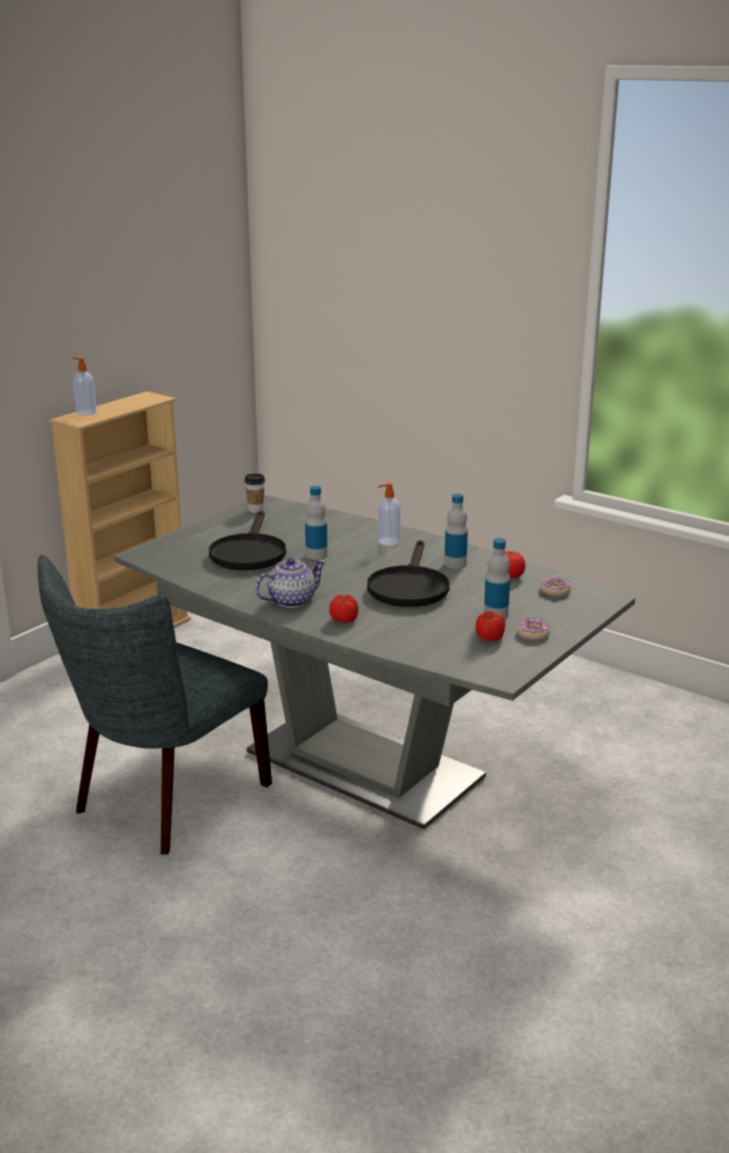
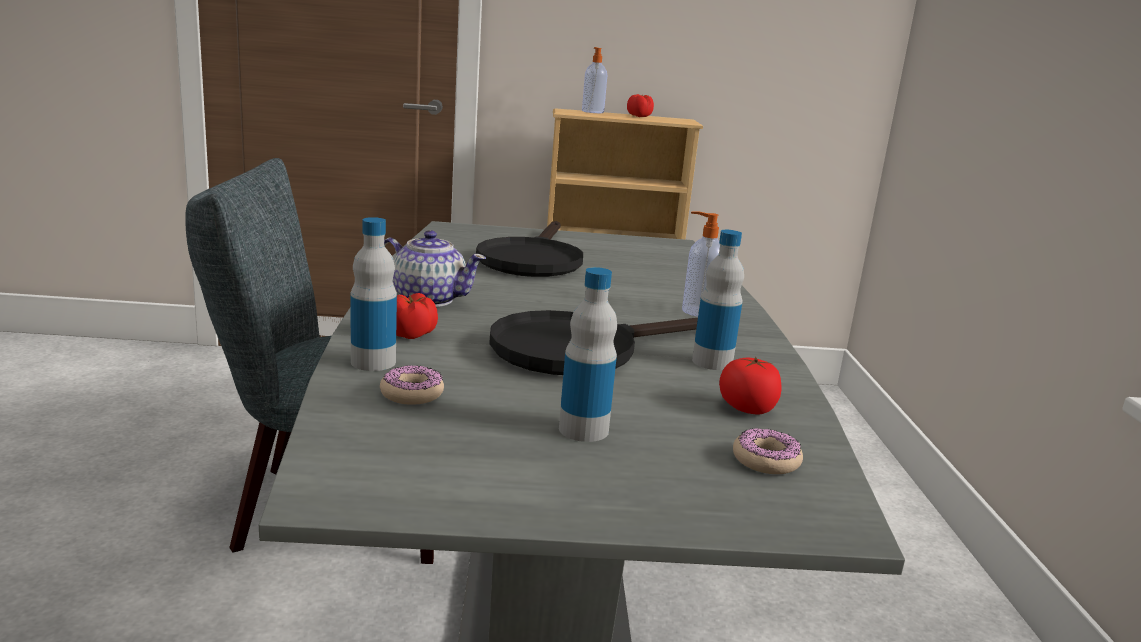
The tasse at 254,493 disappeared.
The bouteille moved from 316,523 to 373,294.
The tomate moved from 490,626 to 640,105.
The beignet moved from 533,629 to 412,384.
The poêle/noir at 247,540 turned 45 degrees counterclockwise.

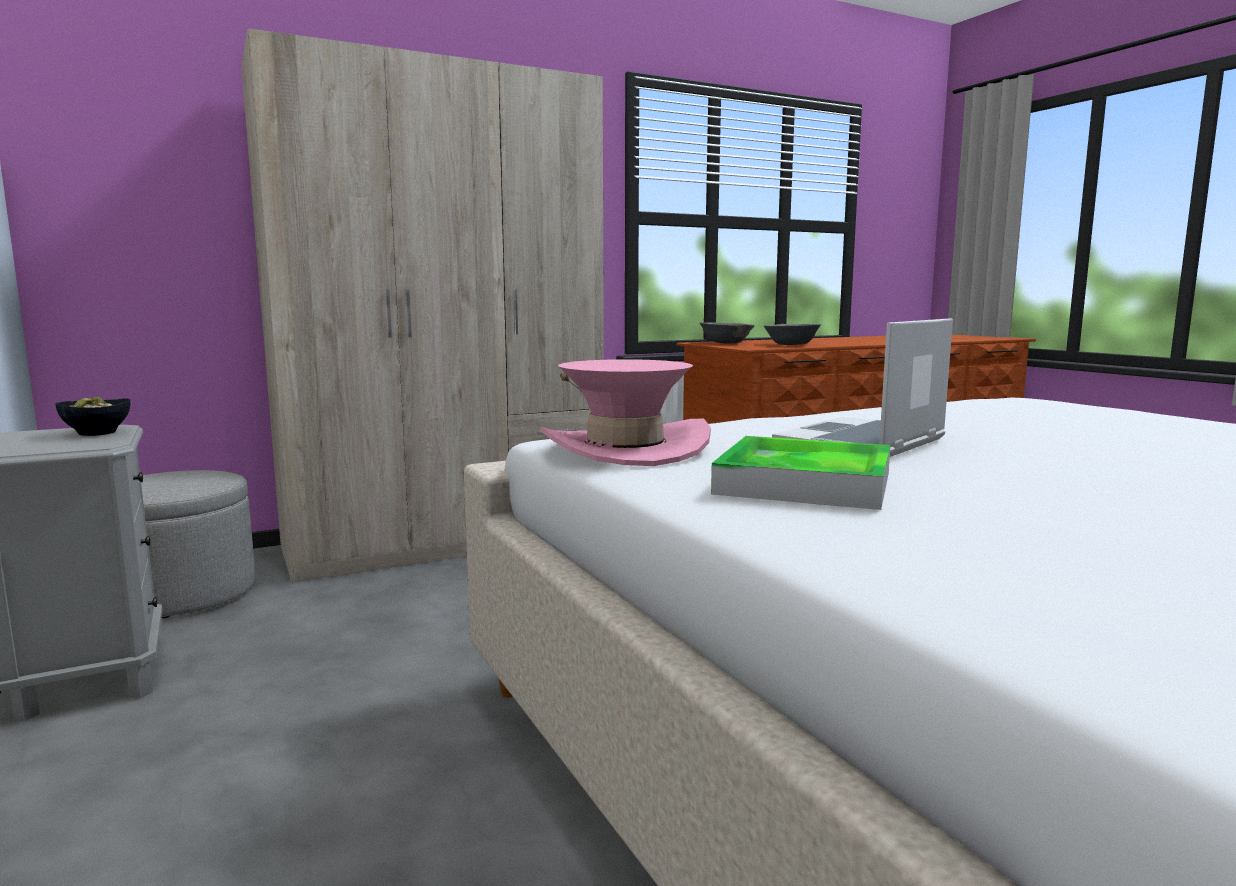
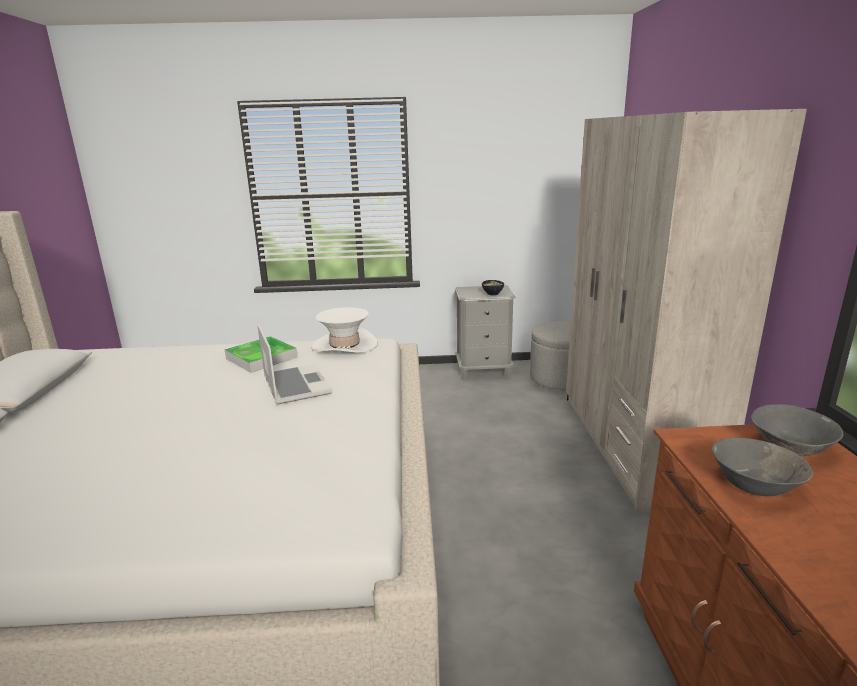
The chapeau/rose at 625,412 became the chapeau/blanc at 344,329.

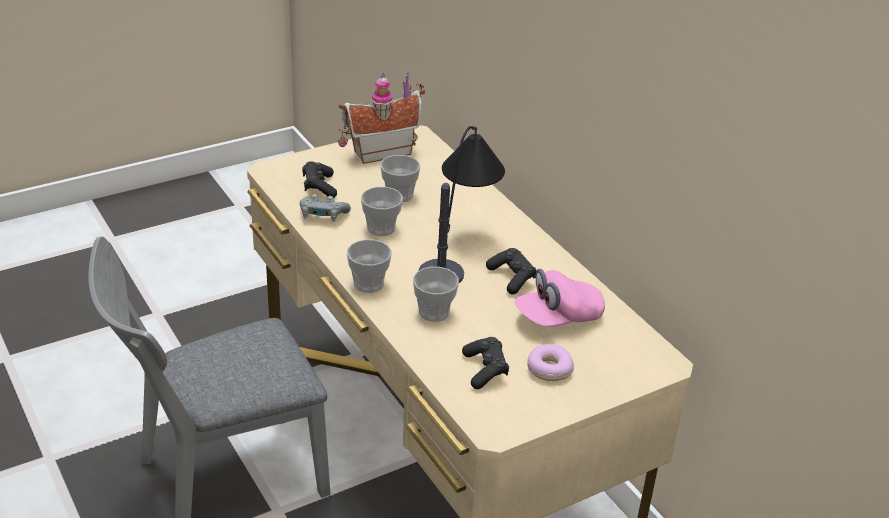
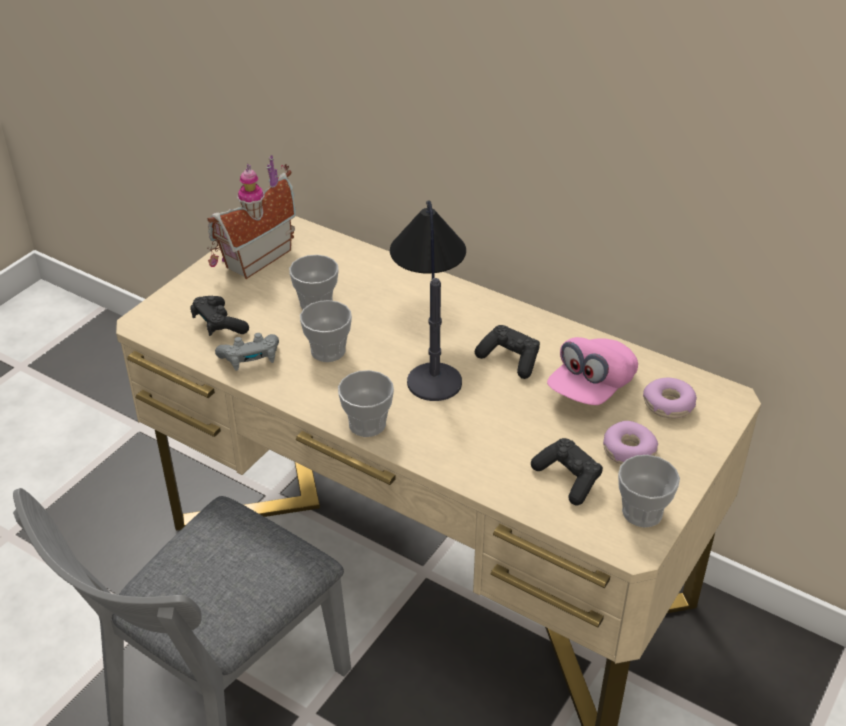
The beignet at 670,398 appeared.
The tasse moved from 436,294 to 649,491.

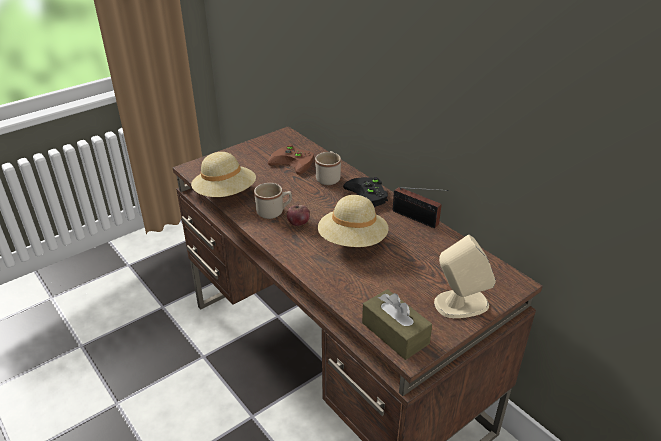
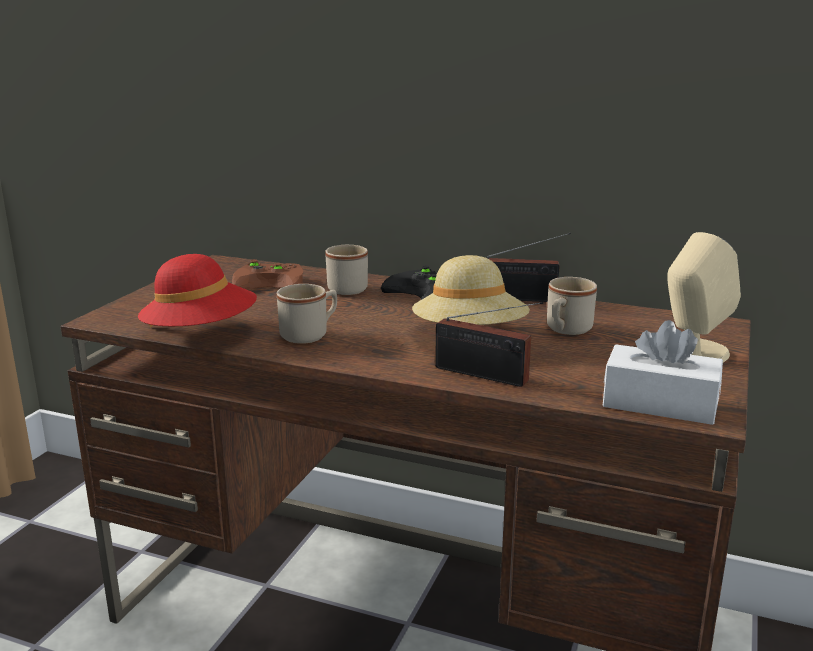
The pomme at 298,215 disappeared.
The radio at 489,344 appeared.
The mug/beige at 572,306 appeared.
The chapeau/beige at 223,174 became the chapeau/rouge at 197,290.
The boîte à mouchoirs/marron at 397,324 became the boîte à mouchoirs/blanc at 662,372.

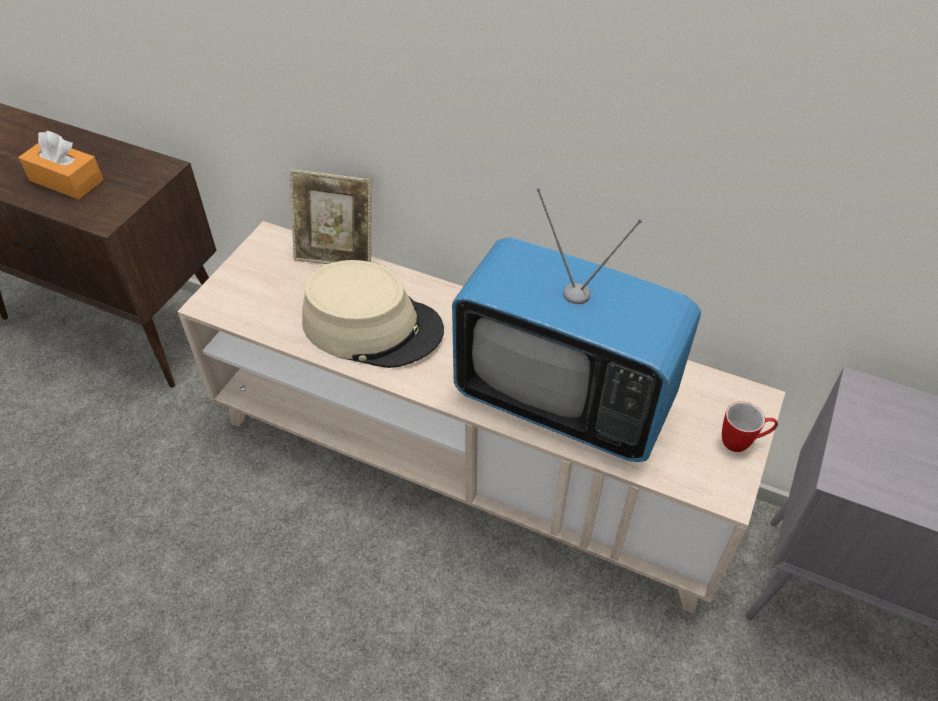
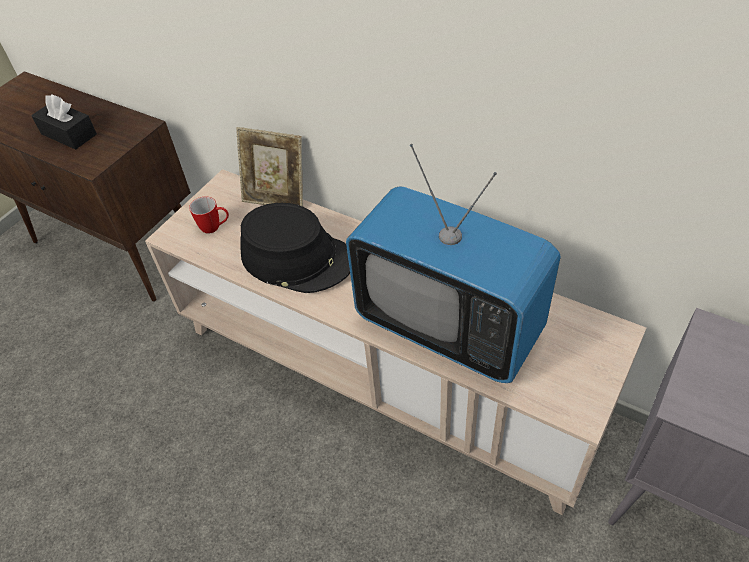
The mug moved from 750,426 to 209,215.
The boîte à mouchoirs/orange at 61,165 became the boîte à mouchoirs/noir at 64,121.
The chapeau/beige at 373,314 became the chapeau/noir at 295,248.

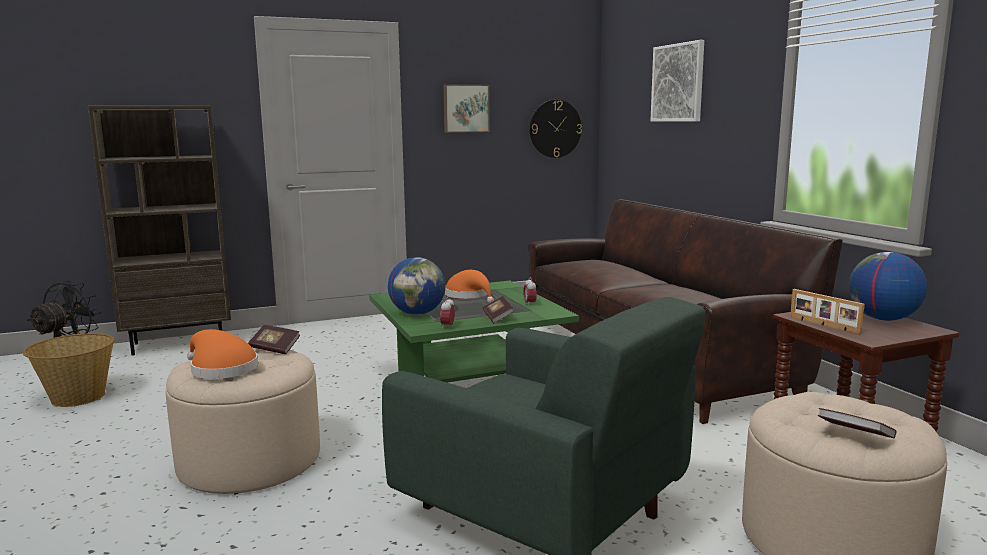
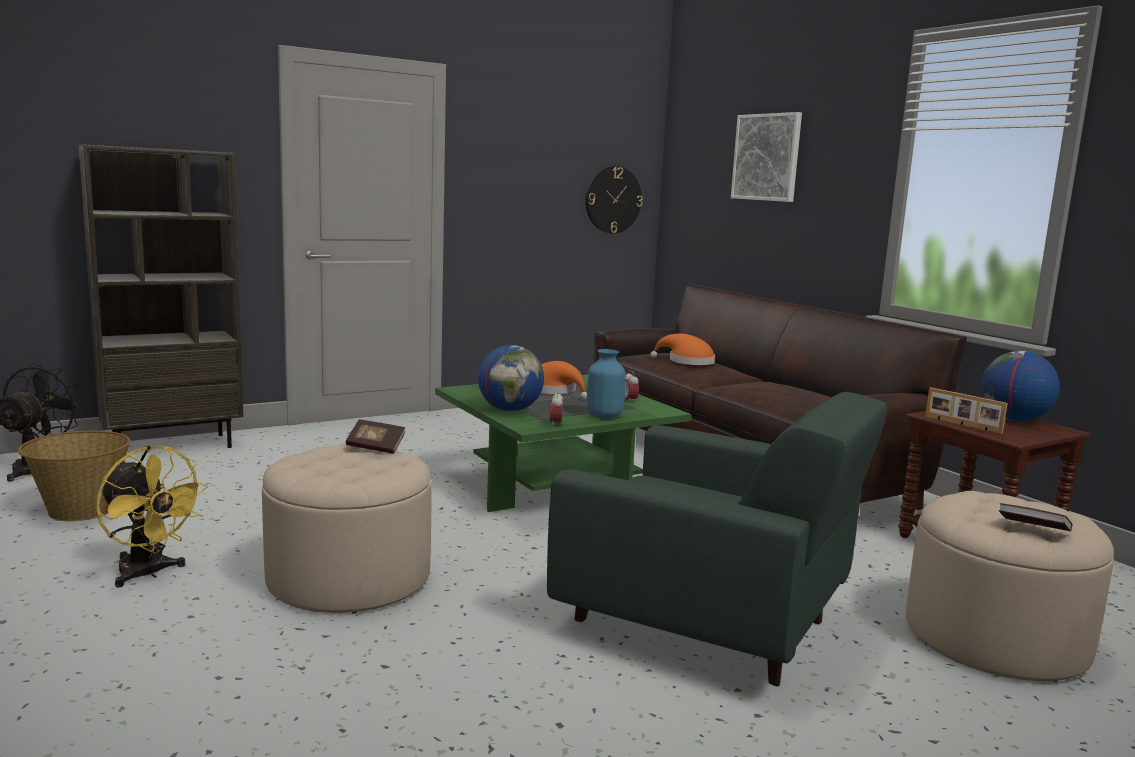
The tableau at 466,108 disappeared.
The ventilateur/jaune at 152,517 appeared.
The chapeau/orange moved from 222,354 to 683,349.
The livre at 498,309 was replaced by the vase/bleu at 606,383.

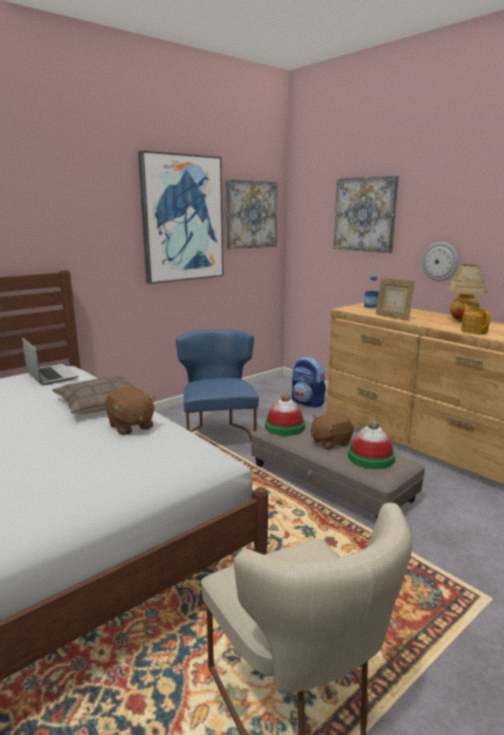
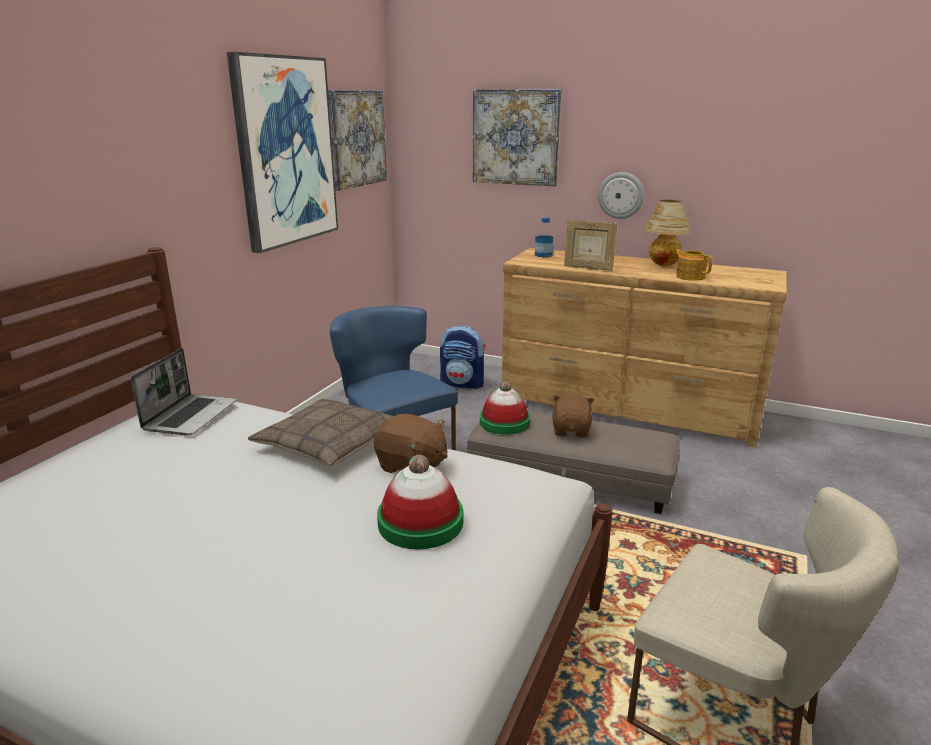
The chapeau moved from 371,444 to 420,502.
The ordinateur portable at 50,361 turned 75 degrees clockwise.
The peluche/marron at 332,431 turned 150 degrees clockwise.

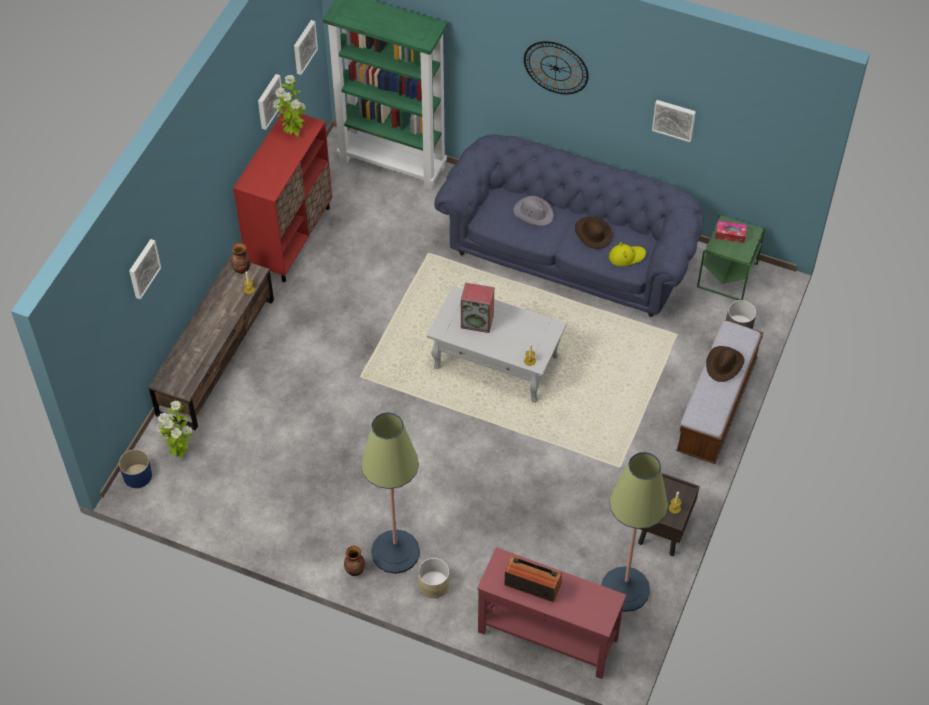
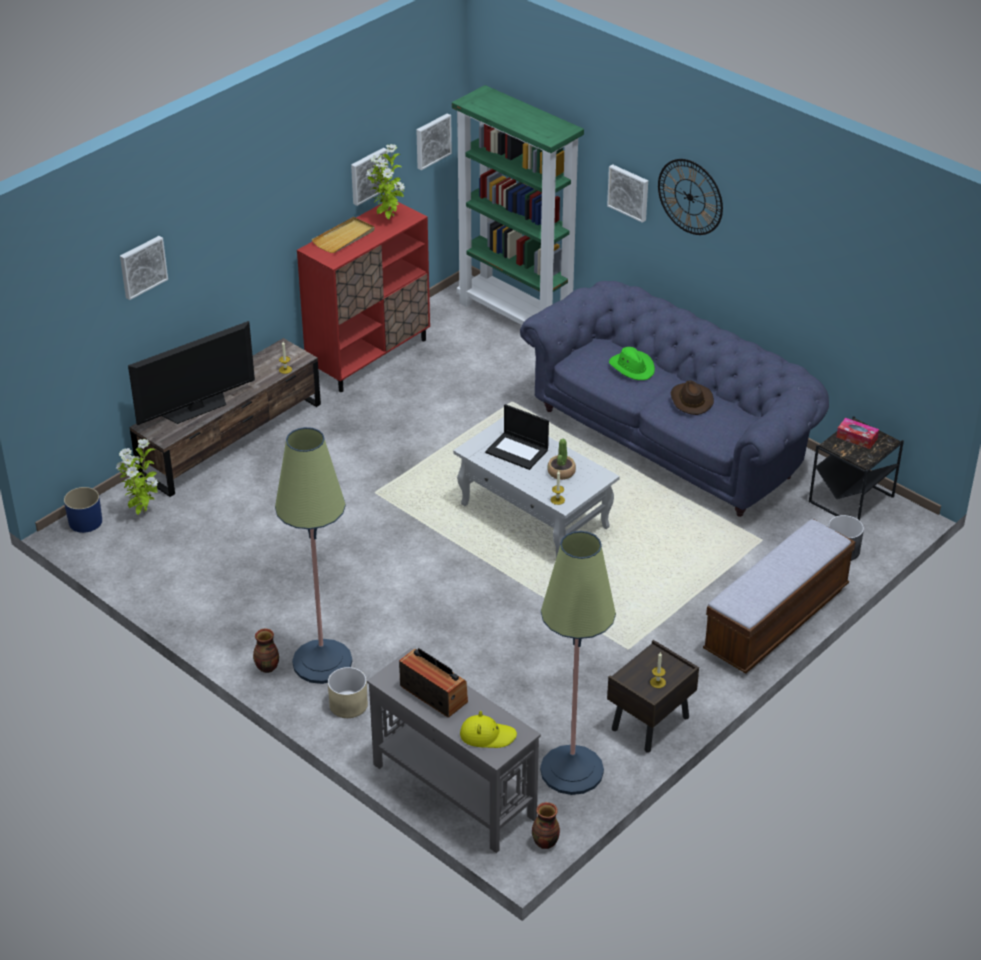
The chapeau/marron at 725,364 disappeared.
The téléviseur at 191,373 appeared.
The plateau/beige at 343,235 appeared.
The plante en pot at 561,459 appeared.
The vase moved from 240,258 to 546,825.
The chapeau/jaune moved from 627,254 to 488,729.
The tableau moved from 674,121 to 627,193.
The enceinte at 477,308 was replaced by the ordinateur portable at 517,437.
The table console/rouge at 551,613 became the table console/gris at 454,750.
The chapeau/gris at 533,211 became the chapeau/vert at 632,363.
The table d'appoint/vert at 731,256 became the table d'appoint/noir at 856,468.

